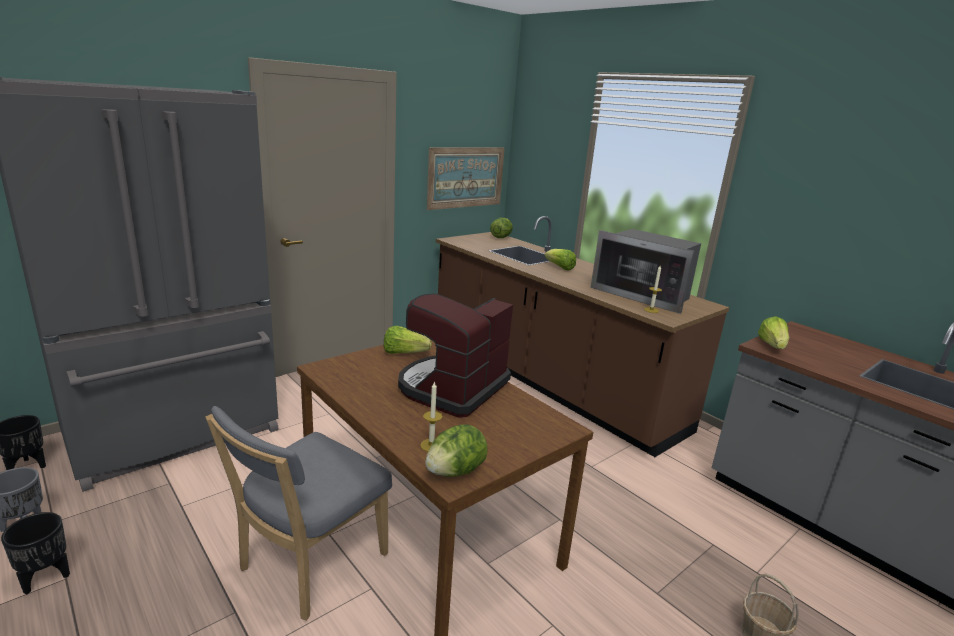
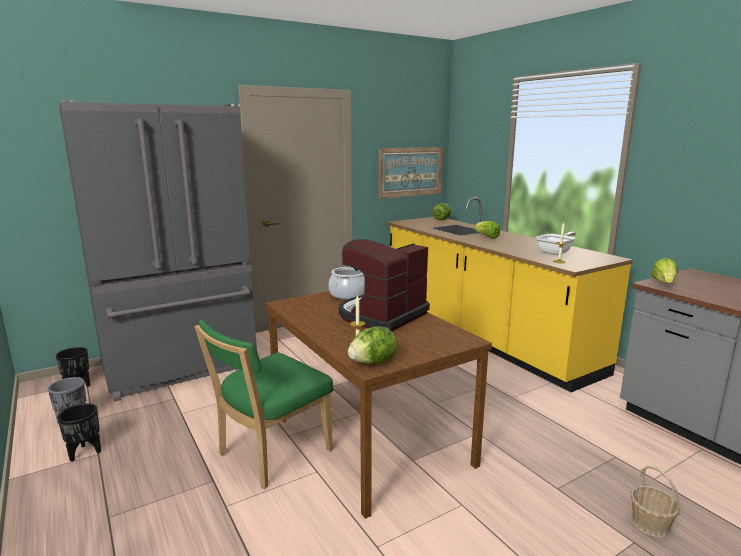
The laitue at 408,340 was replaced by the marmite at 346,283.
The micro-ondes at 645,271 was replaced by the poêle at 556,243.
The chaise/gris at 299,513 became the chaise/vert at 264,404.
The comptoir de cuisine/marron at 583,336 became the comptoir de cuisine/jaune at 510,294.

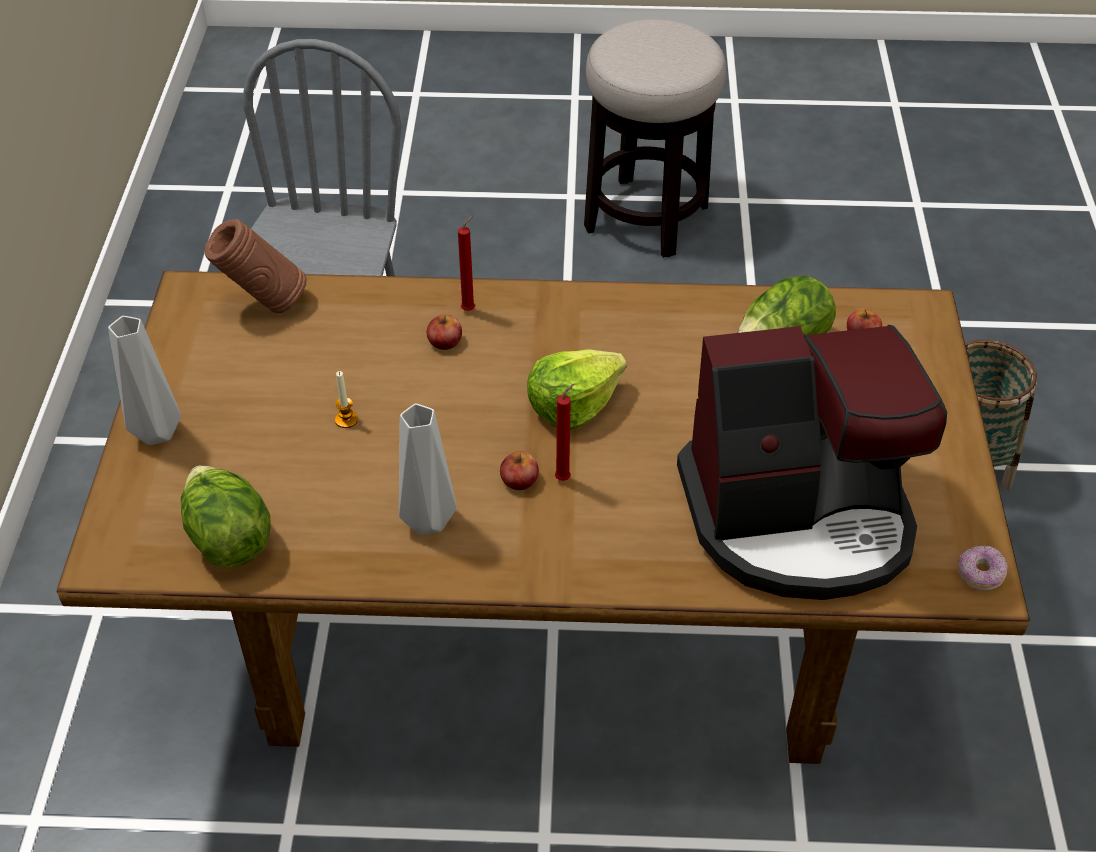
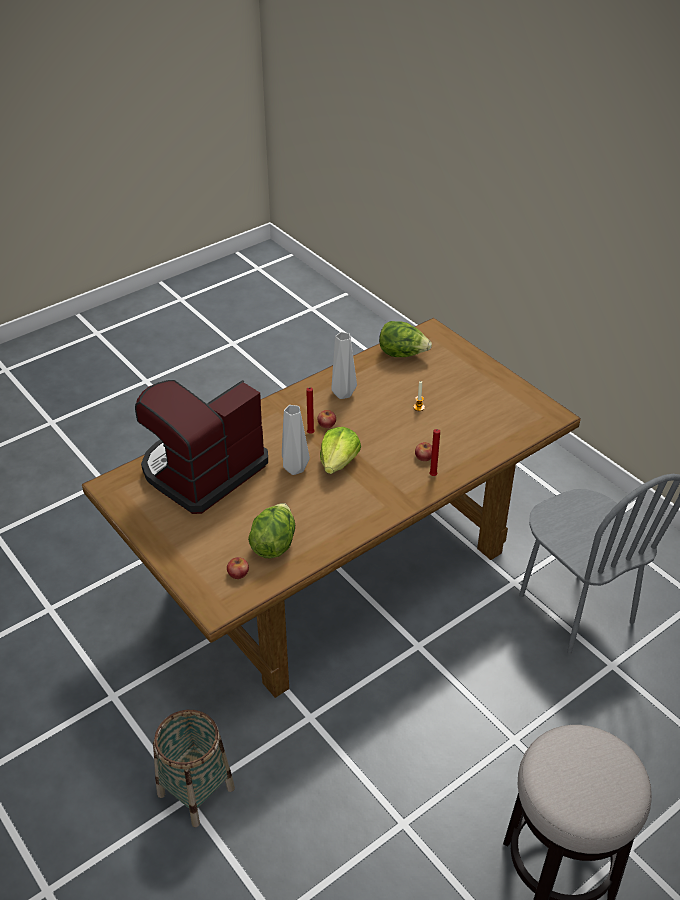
The vase/marron at 255,266 disappeared.
The beignet at 982,568 disappeared.
The vase/gris moved from 144,380 to 296,440.

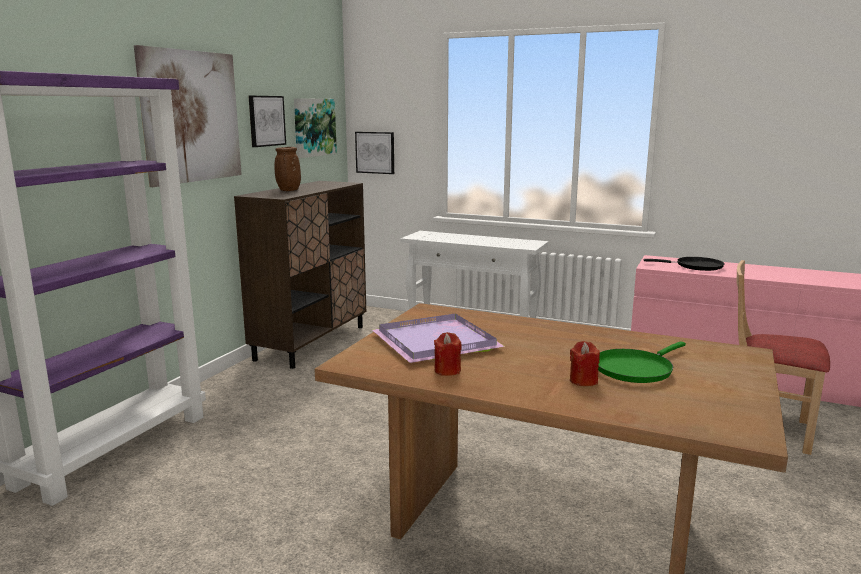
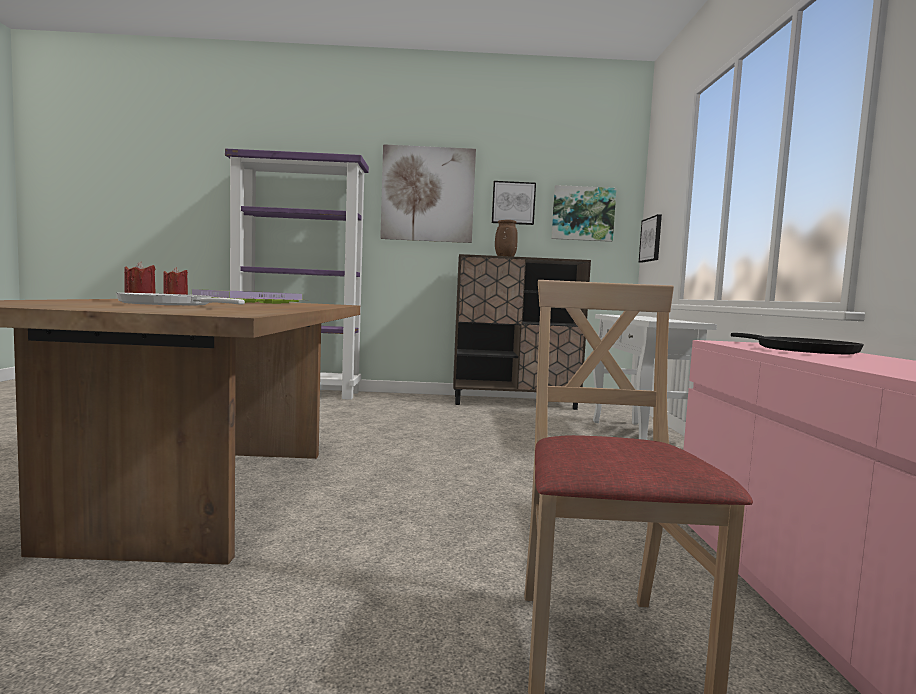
The poêle/vert at 642,362 became the poêle/blanc at 180,299.

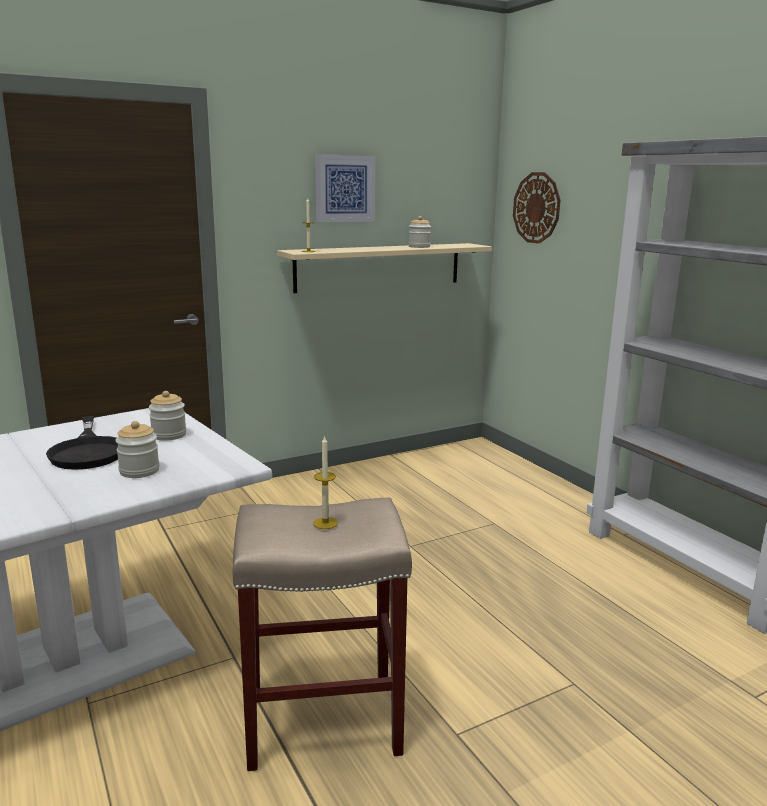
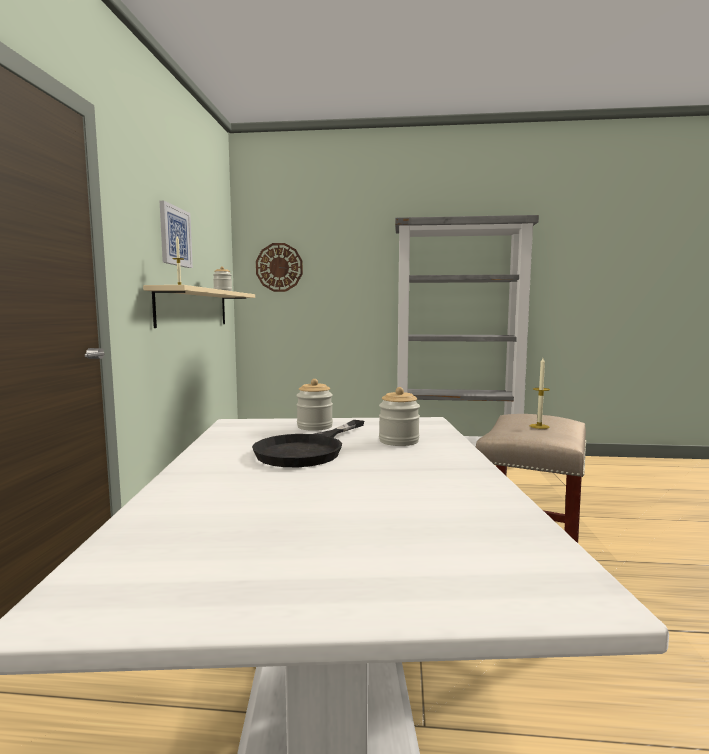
The poêle/noir at 82,443 turned 105 degrees clockwise.

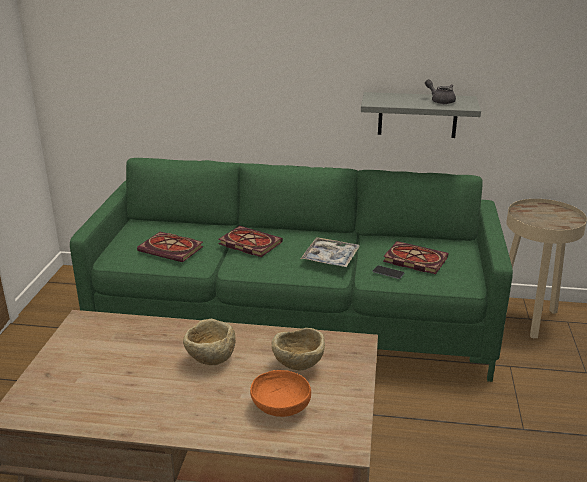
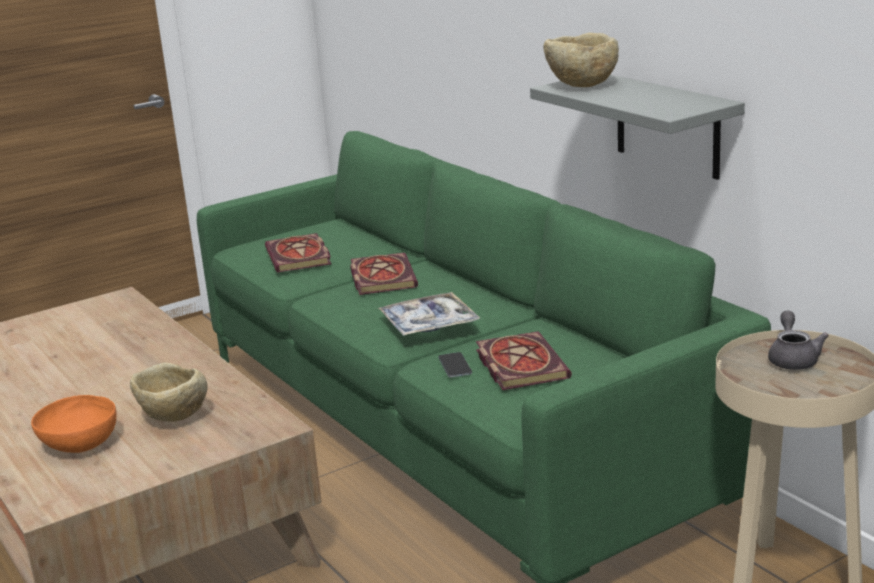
The bol/beige moved from 209,342 to 581,59.
The théière/gris moved from 440,91 to 798,340.

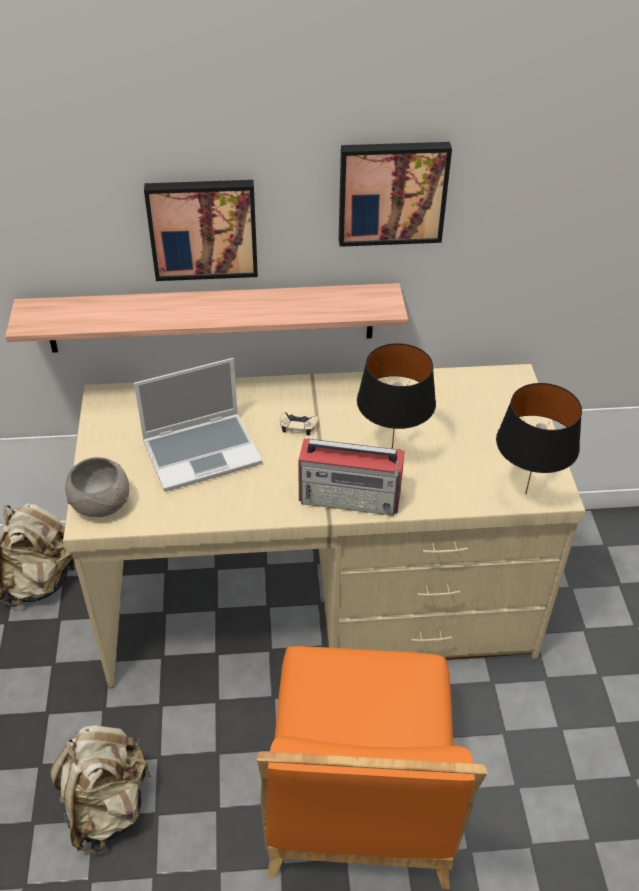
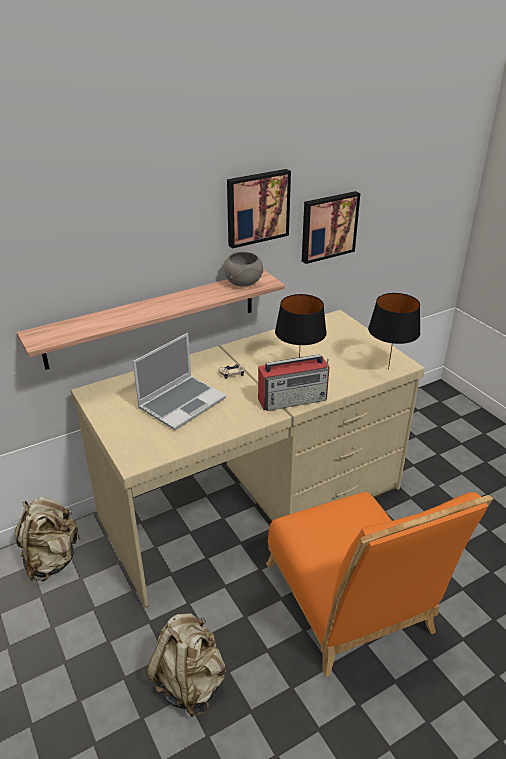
The bol/gris moved from 97,487 to 243,269.
The tableau moved from 201,230 to 331,227.

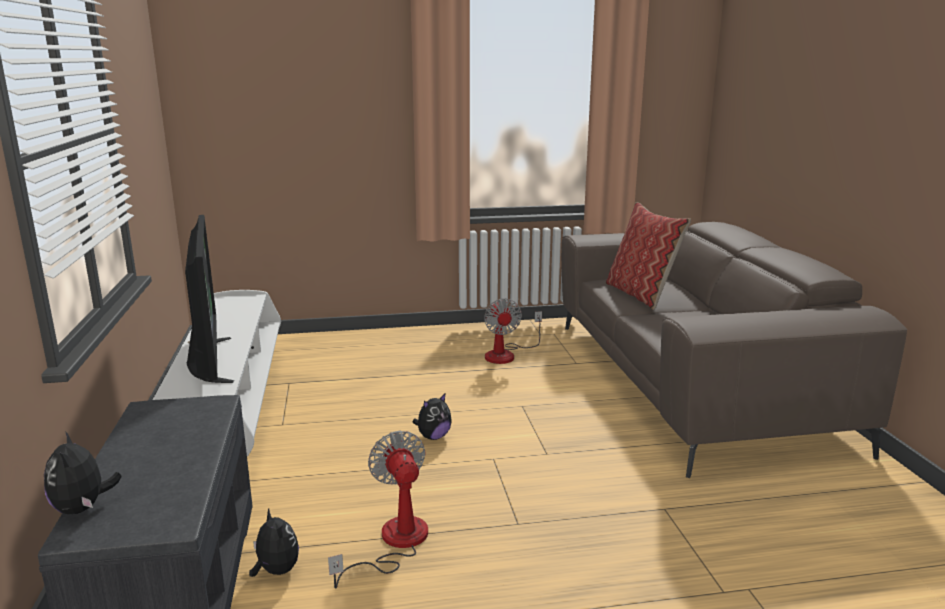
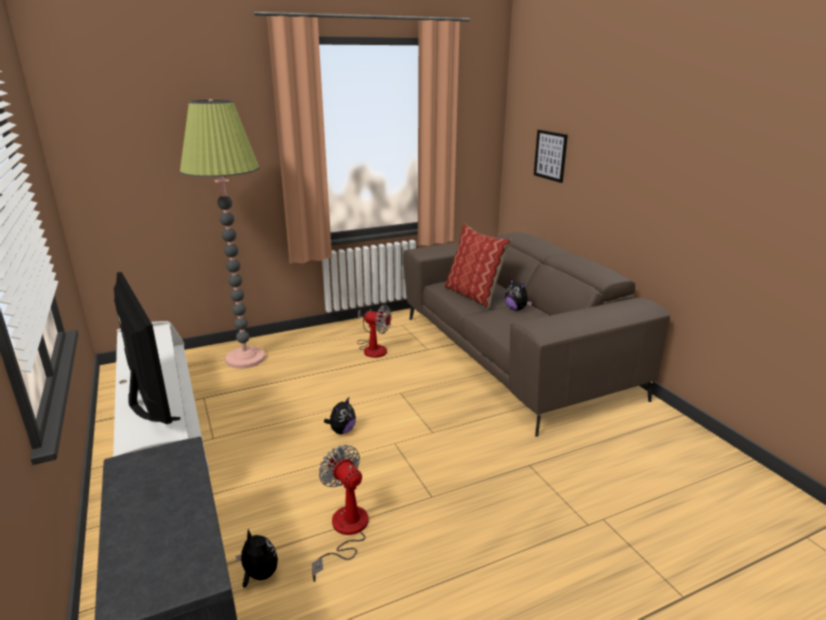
The lampadaire at 222,234 appeared.
The tableau at 551,156 appeared.
The peluche moved from 83,472 to 518,294.
The ventilateur at 513,331 turned 45 degrees counterclockwise.

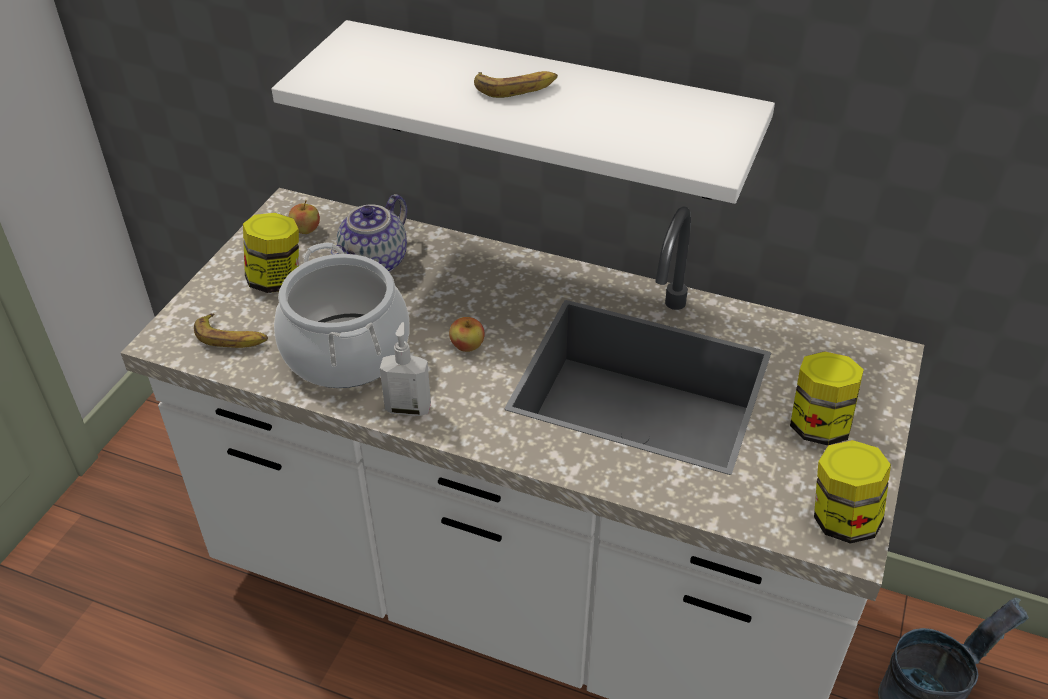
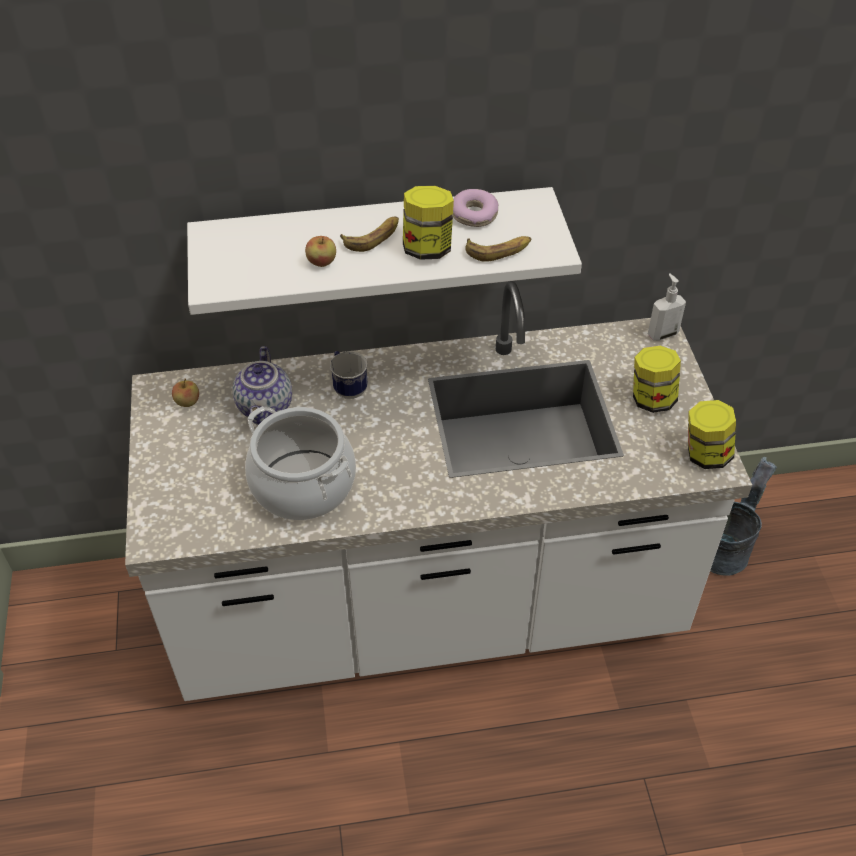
The mug at 349,375 appeared.
The beignet at 475,208 appeared.
The banane moved from 231,330 to 498,249.
The bocal moved from 271,253 to 428,223.
The distributeur de savon moved from 405,369 to 667,307.
The pomme moved from 467,334 to 320,251.

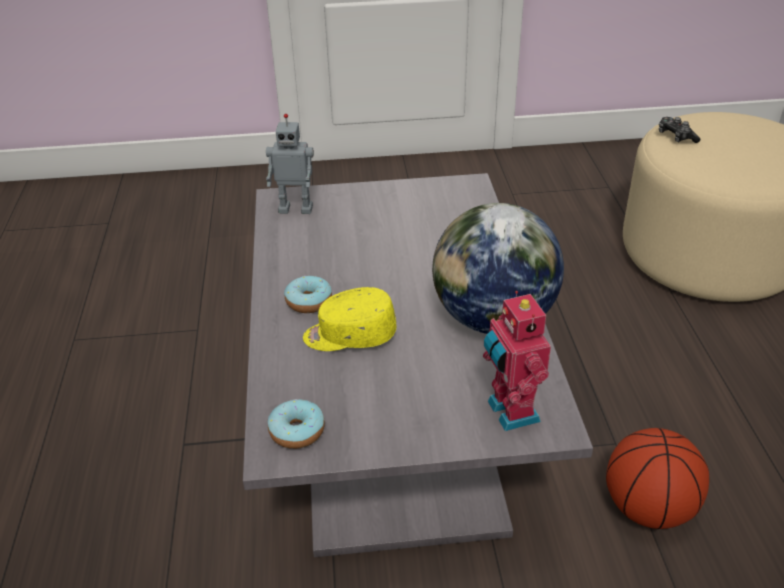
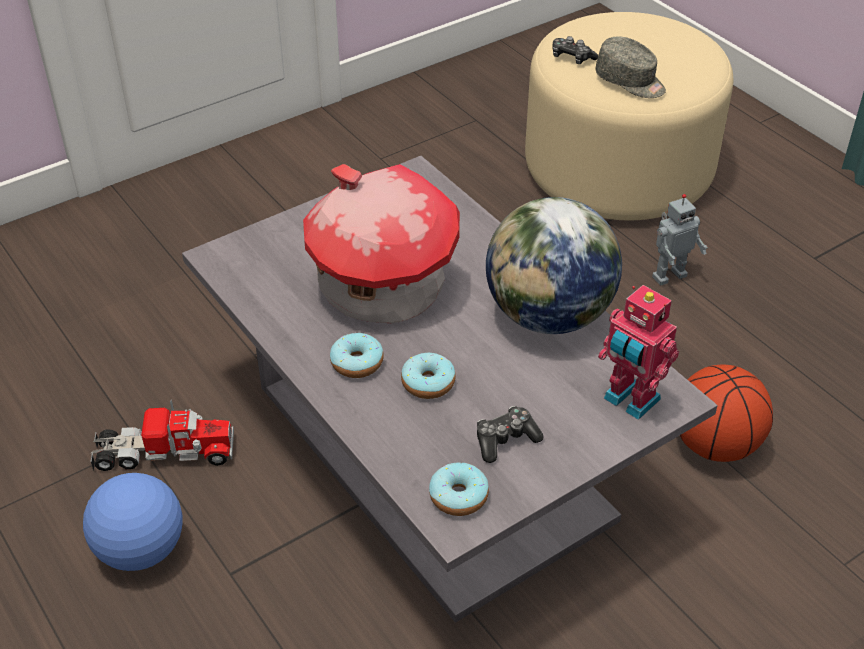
The ballon de foot at 133,522 appeared.
The camion jouet at 162,435 appeared.
The maison miniature at 381,244 appeared.
The manette at 510,434 appeared.
The casquette/gris at 630,67 appeared.
The robot jouet moved from 290,164 to 680,239.
The casquette/jaune at 350,319 was replaced by the beignet at 428,376.

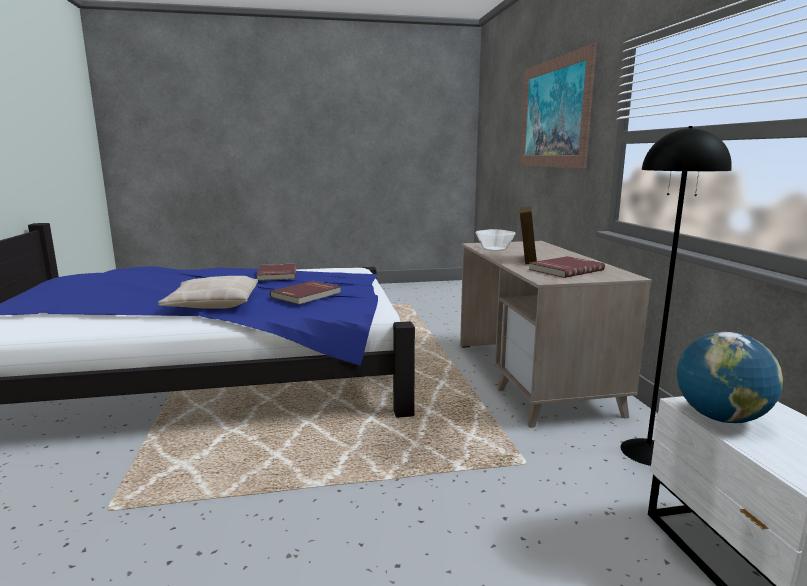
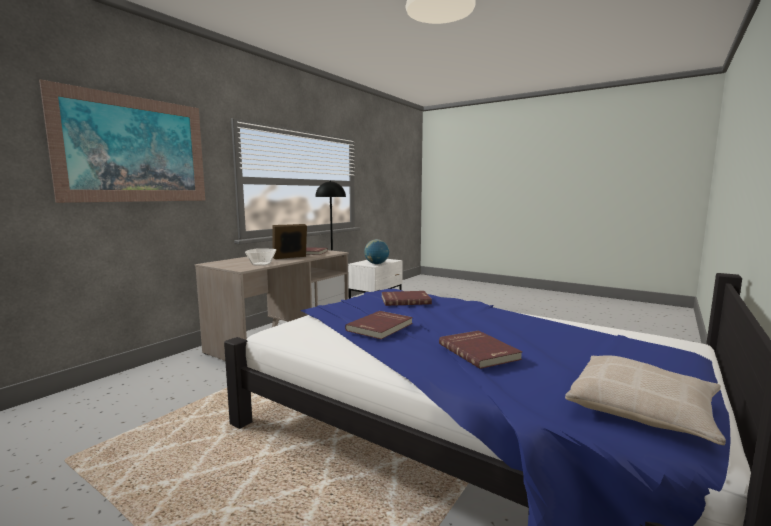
The livre/rouge at 480,349 appeared.
The coussin/beige moved from 208,292 to 645,400.

